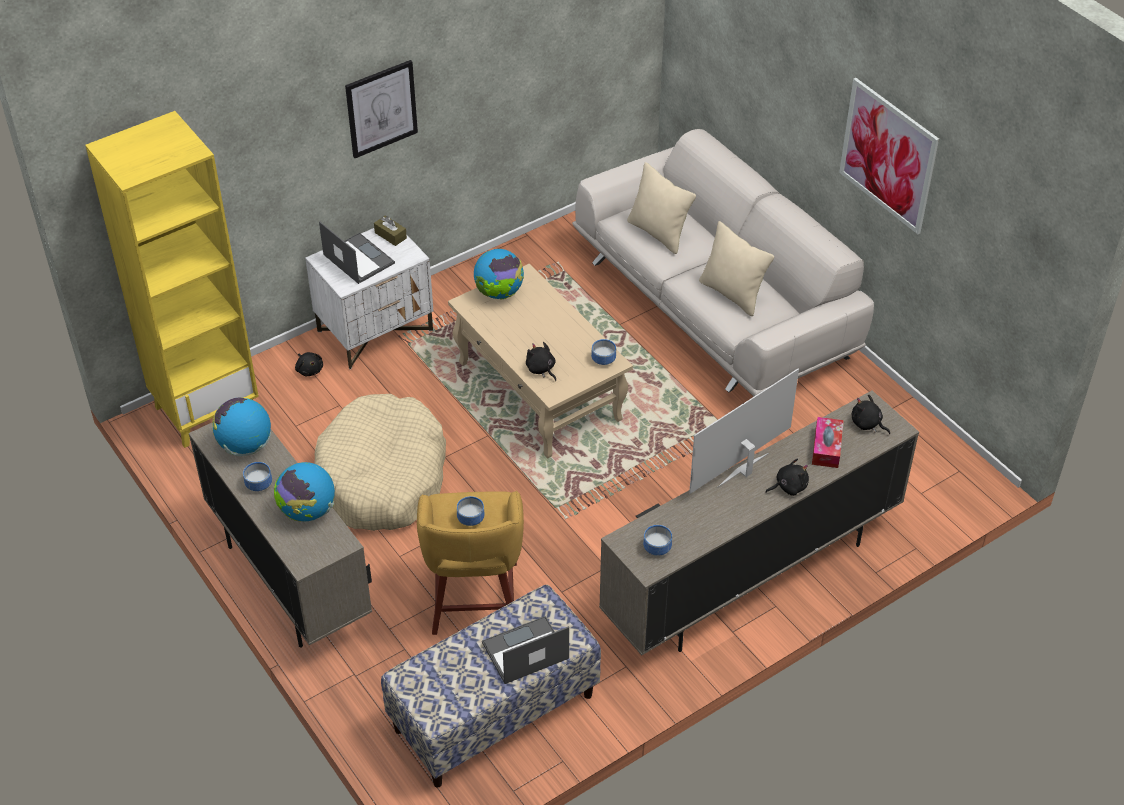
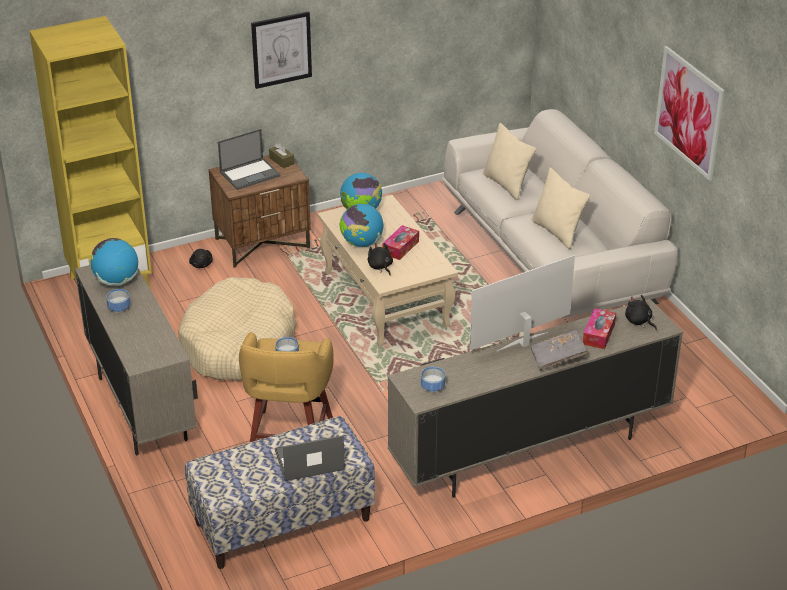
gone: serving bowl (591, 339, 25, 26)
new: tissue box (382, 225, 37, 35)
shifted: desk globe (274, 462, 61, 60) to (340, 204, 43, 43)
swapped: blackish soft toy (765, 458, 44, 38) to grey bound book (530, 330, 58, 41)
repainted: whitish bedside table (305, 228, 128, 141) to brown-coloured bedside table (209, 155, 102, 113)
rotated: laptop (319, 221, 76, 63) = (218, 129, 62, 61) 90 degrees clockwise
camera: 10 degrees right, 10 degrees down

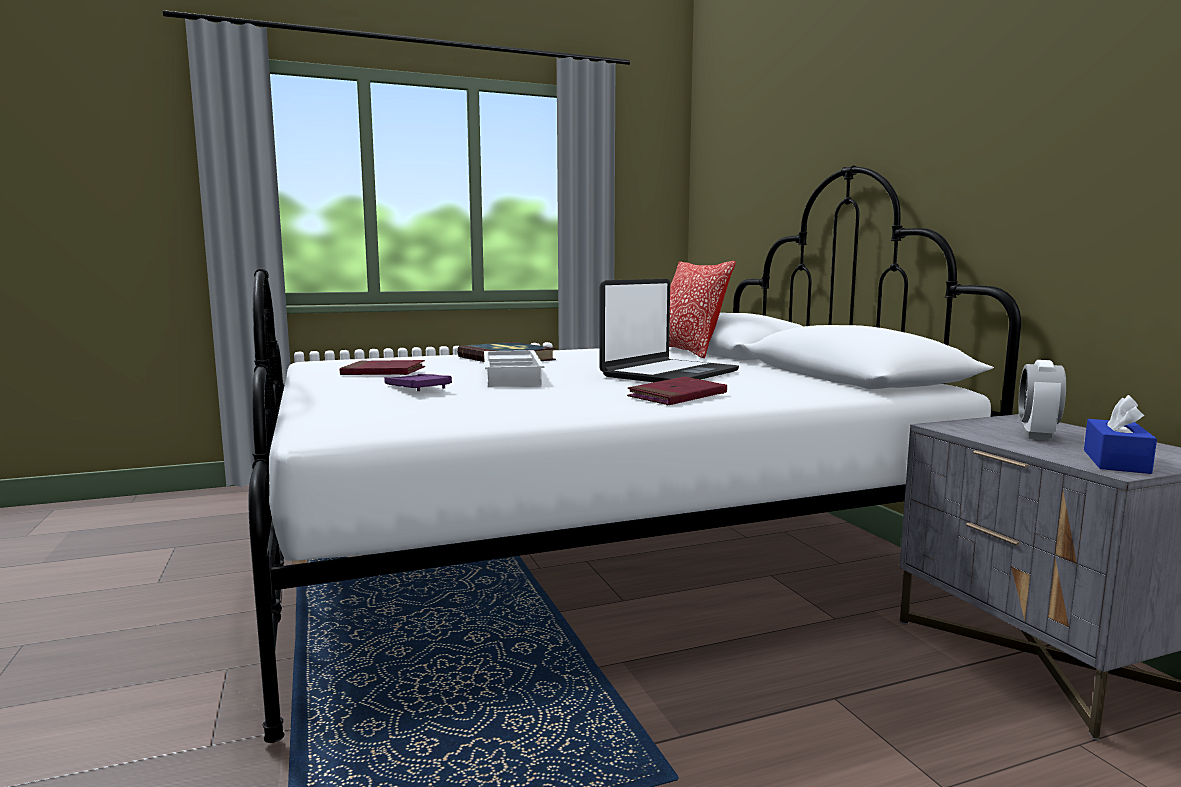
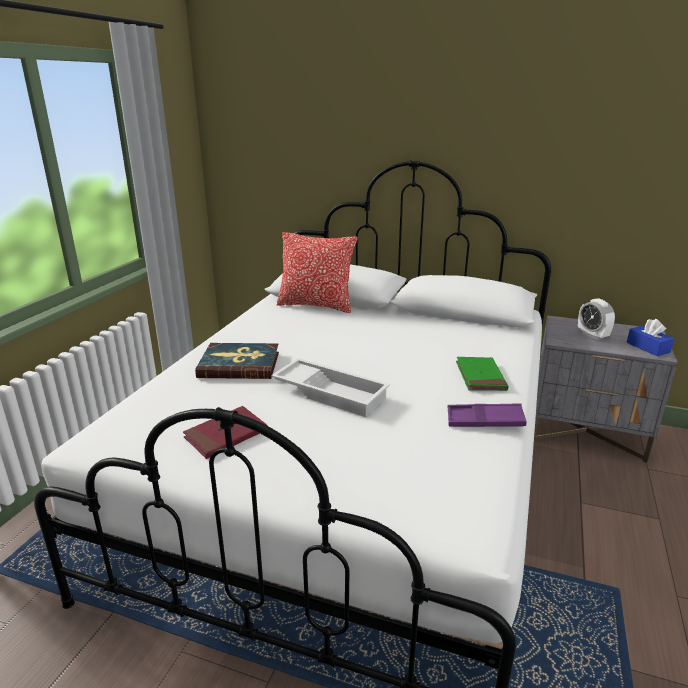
gone: laptop (599, 279, 140, 103)
shifted: purple-coloured serving tray (384, 374, 68, 17) to (447, 403, 80, 24)
repainted: reddish bound book (627, 377, 100, 28) to green-coloured bound book (456, 357, 53, 34)
camera: 50 degrees left, 15 degrees up

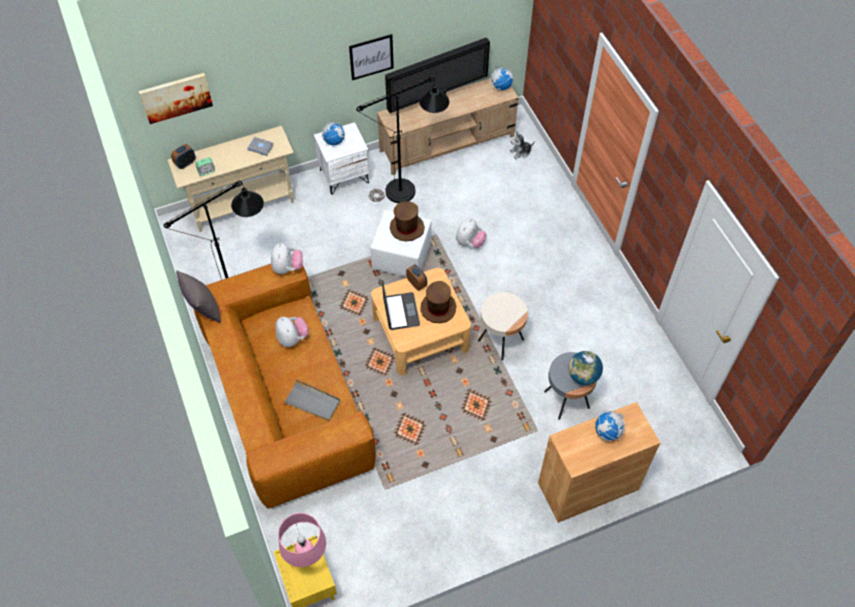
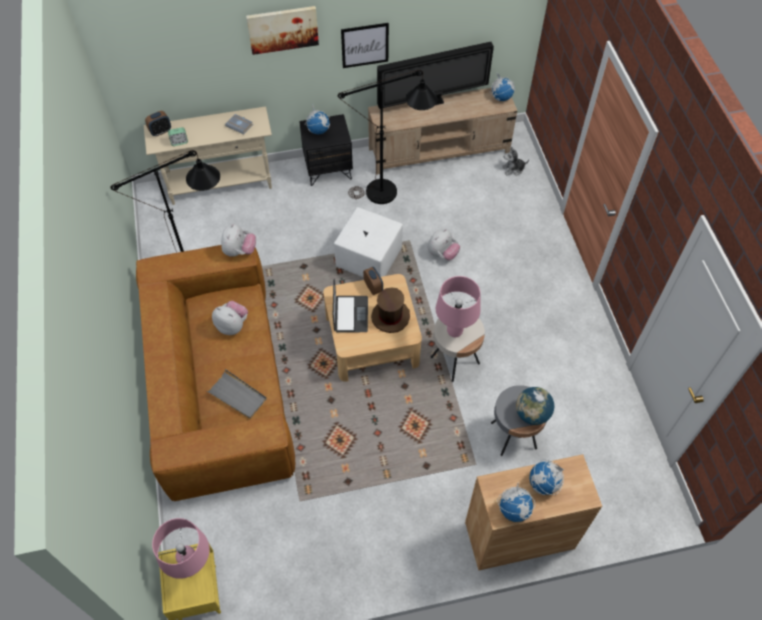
gone: brown-coloured hat (390, 201, 35, 41); grey throw pillow (176, 271, 45, 52)
new: pinkish lamp for a table (436, 276, 44, 61); desk globe (497, 482, 38, 40)
shifted: wall art (139, 73, 74, 51) to (246, 6, 73, 49)
repainted: whitish bedside table (314, 122, 56, 73) to blackish bedside table (299, 114, 54, 72)
rotated: soft toy (275, 317, 34, 30) = (212, 301, 36, 34) 45 degrees counterclockwise
camera: 10 degrees right, 0 degrees up

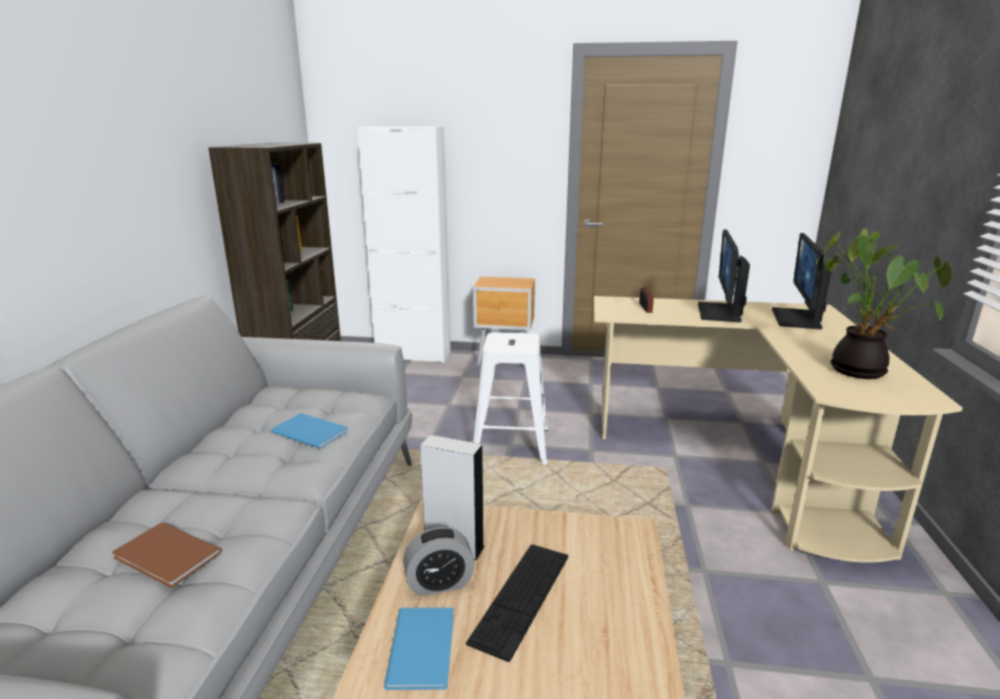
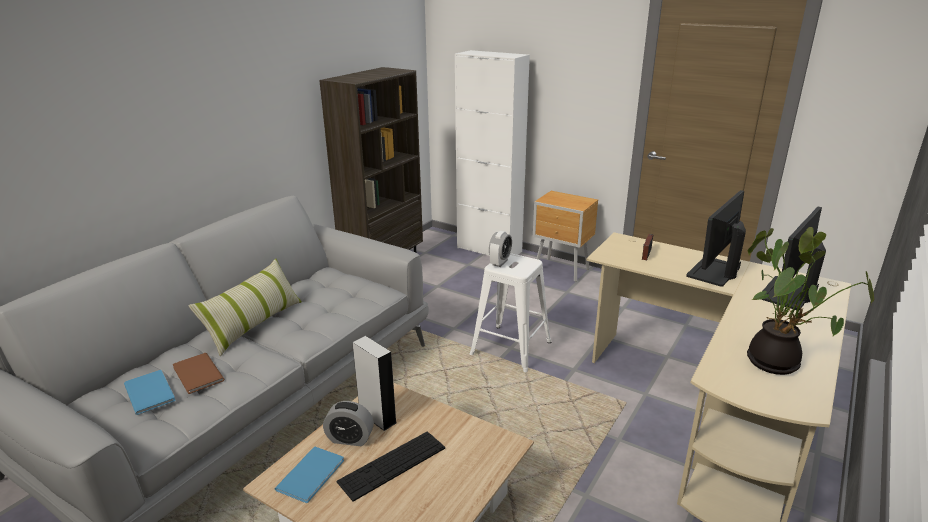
new: alarm clock (489, 231, 23, 36); throw pillow (188, 259, 114, 97)
shifted: blue bound book (271, 413, 77, 36) to (124, 370, 52, 45)
camera: 25 degrees right, 5 degrees up

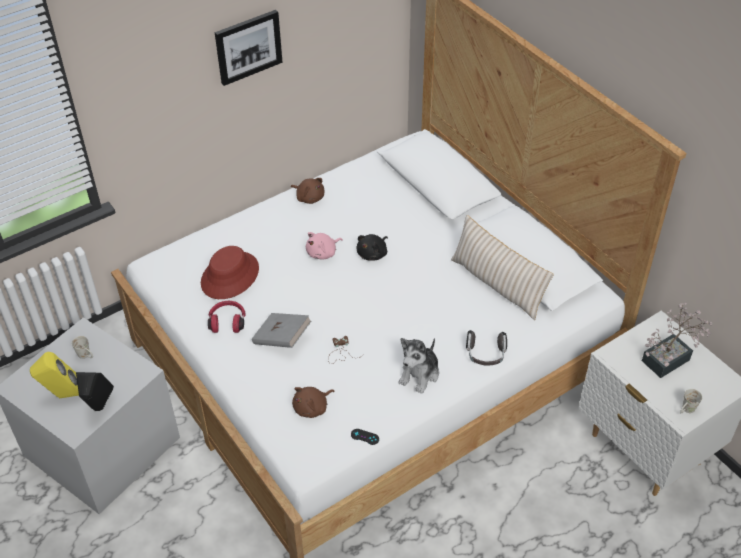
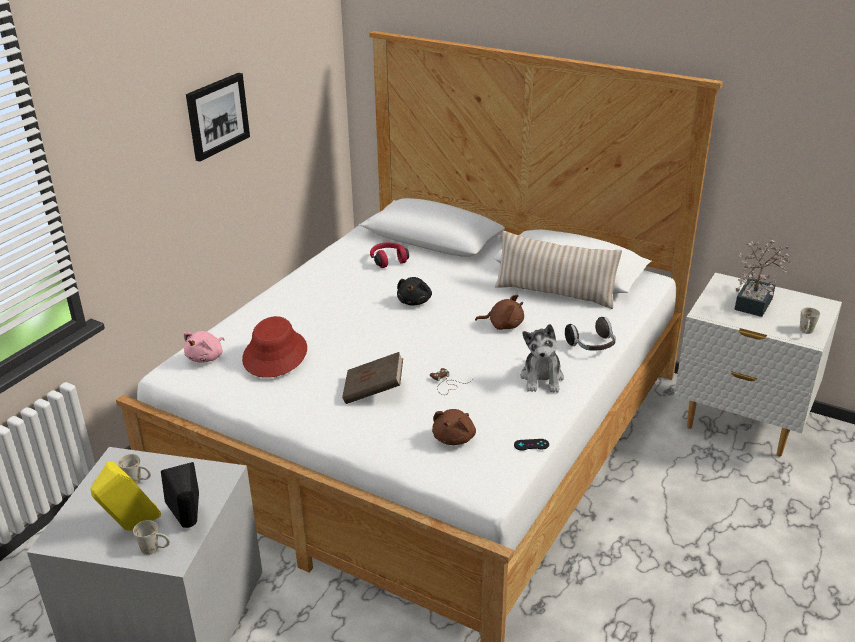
new: whitish tea mug (133, 520, 37, 35)
shifted: brown-coloured soft toy (291, 178, 33, 26) to (475, 295, 49, 35); pinkish soft toy (306, 232, 37, 27) to (184, 331, 41, 31); reddish headphones (208, 301, 38, 32) to (370, 242, 39, 26)
repainted: grey bound book (252, 313, 59, 35) to brown-coloured bound book (342, 352, 61, 52)
camera: 25 degrees left, 15 degrees down

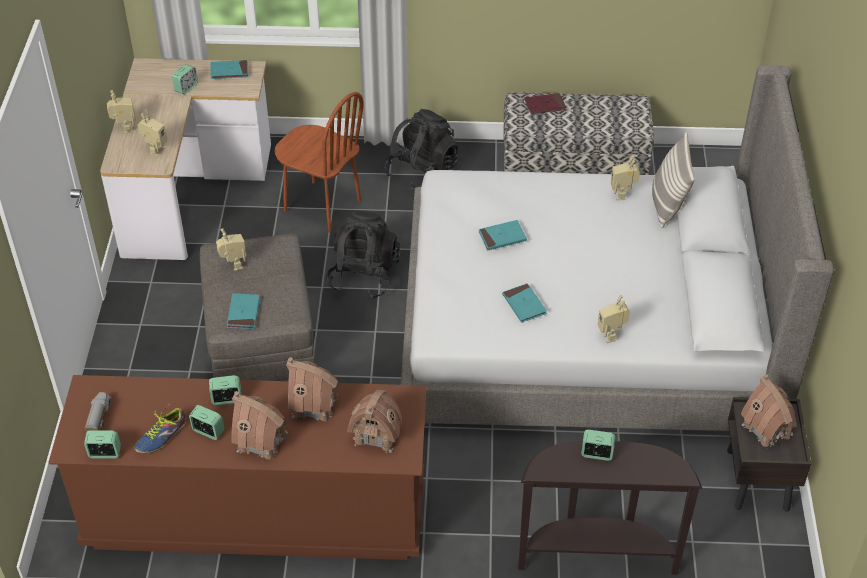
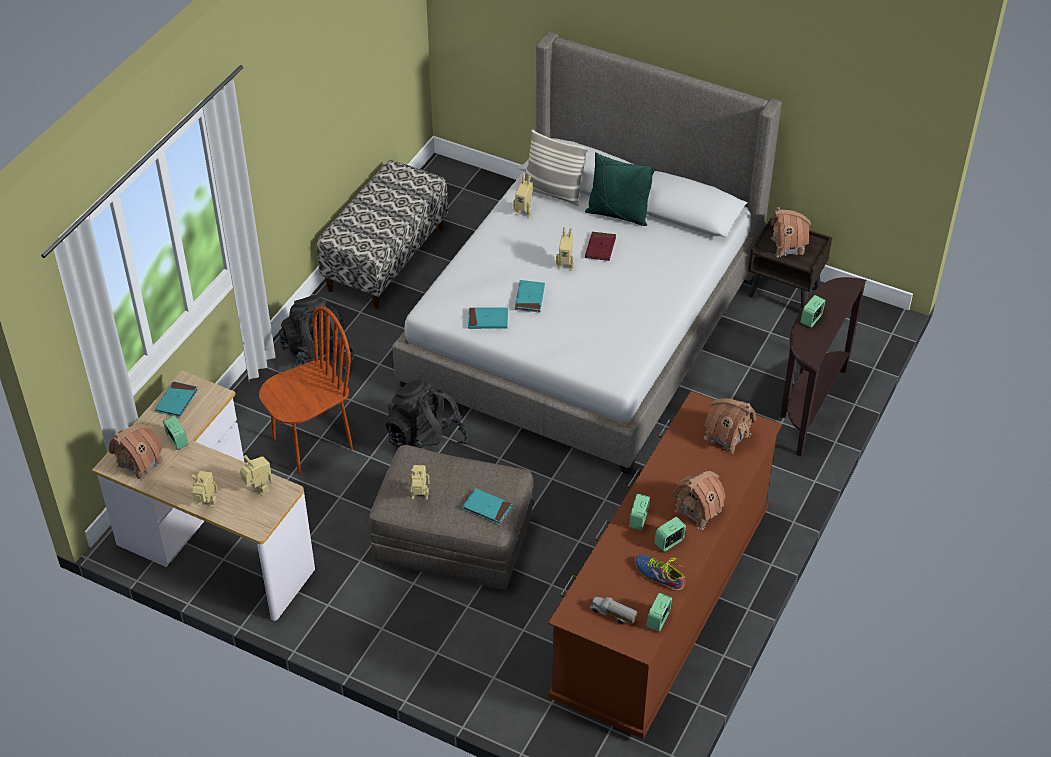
new: green-coloured throw pillow (585, 152, 71, 74)
shifted: reddish bound book (525, 93, 41, 21) to (585, 232, 31, 29); blue-green bound book (502, 283, 45, 40) to (468, 307, 40, 22); robot figure (597, 295, 33, 48) to (556, 227, 18, 44); toy house (286, 357, 53, 64) to (109, 424, 54, 57)
rotated: shoe (134, 405, 52, 49) = (635, 555, 50, 36) 150 degrees clockwise
camera: 65 degrees left, 0 degrees up

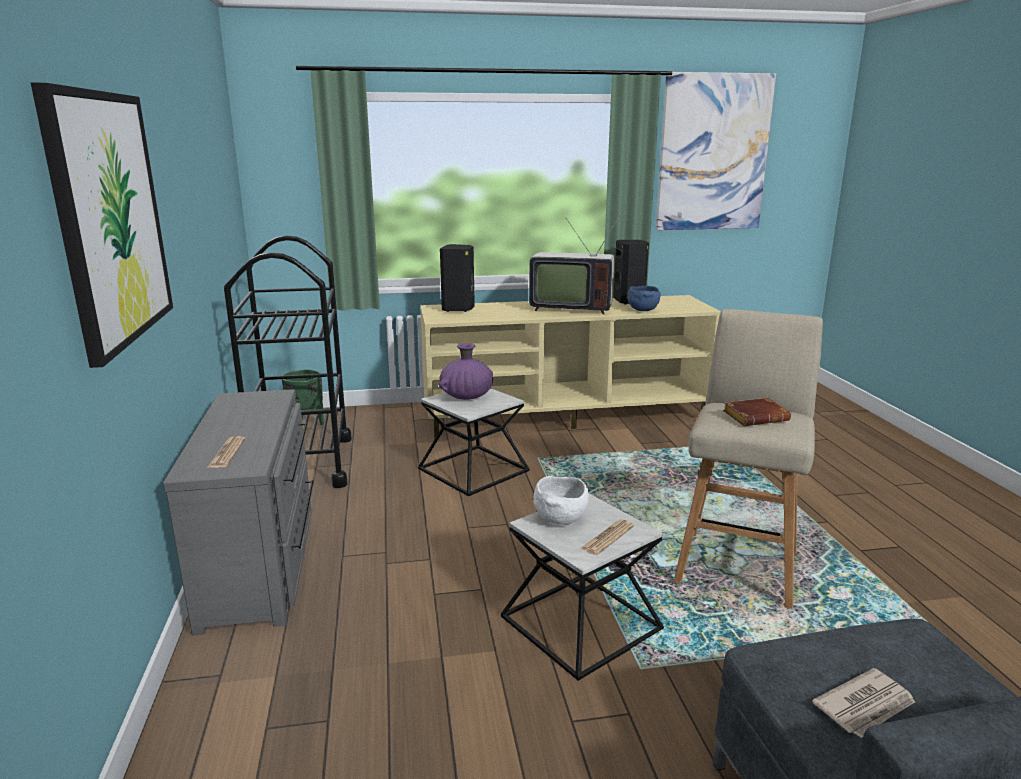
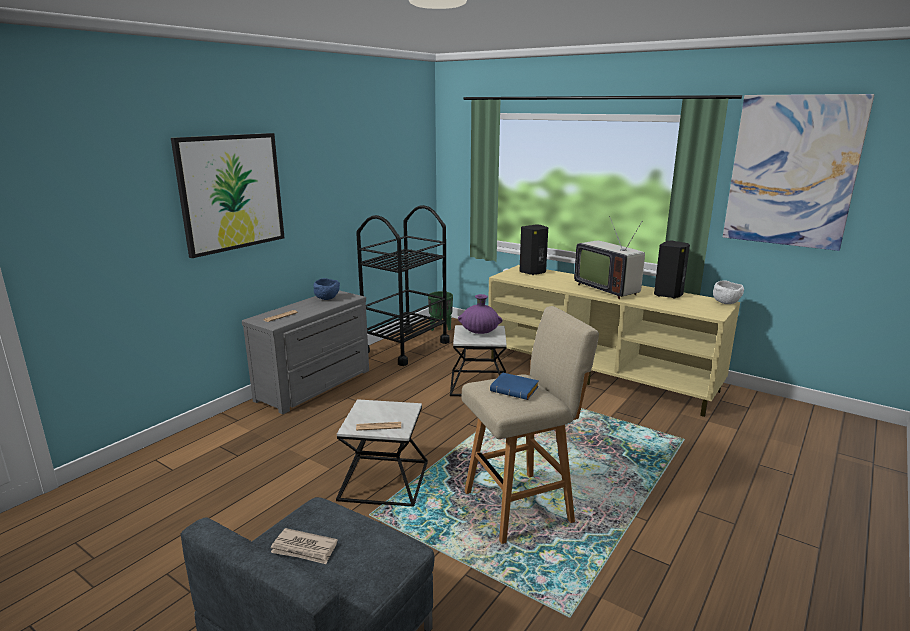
shifted: blue serving bowl (627, 286, 33, 25) to (313, 278, 27, 22); whitish serving bowl (533, 476, 56, 49) to (713, 281, 31, 23)
repainted: brown-coloured bound book (723, 398, 68, 28) to blue bound book (490, 373, 49, 27)
camera: 45 degrees right, 0 degrees up

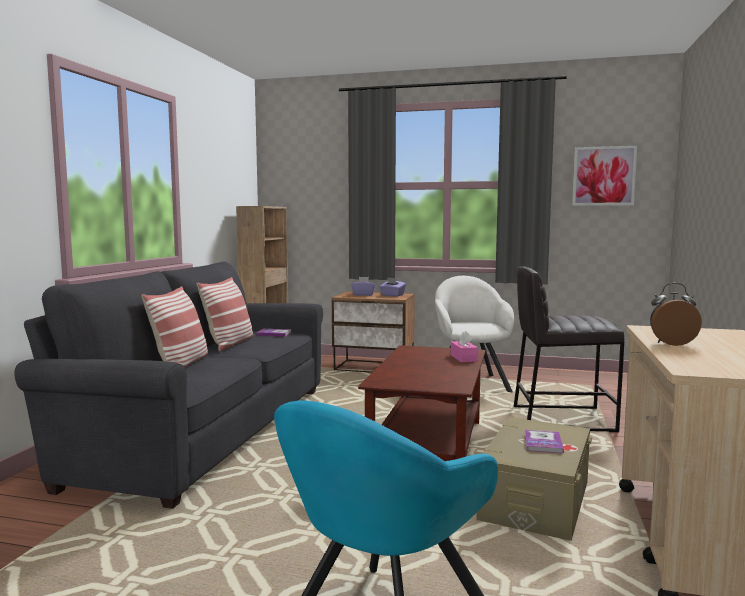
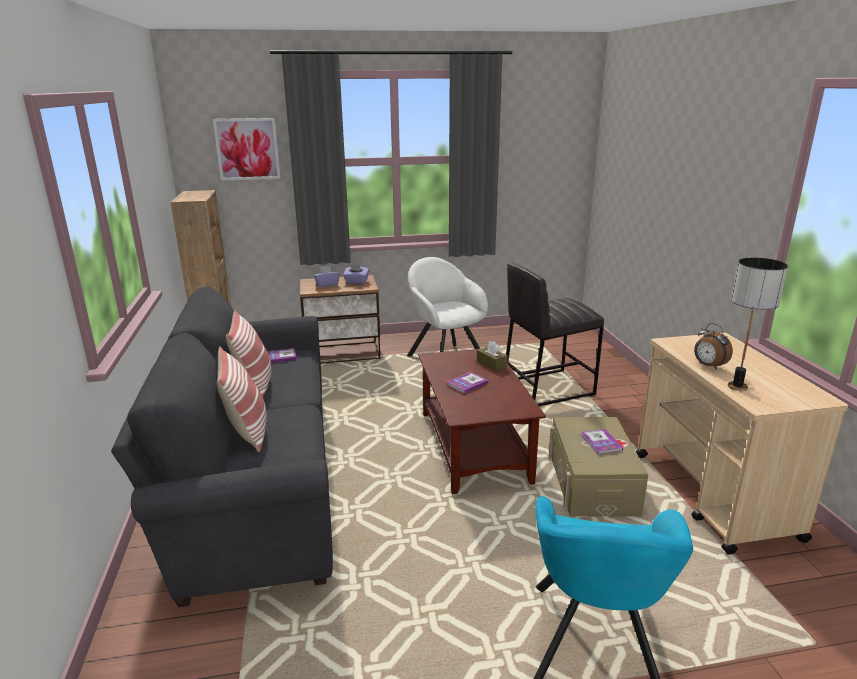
new: lamp for a table (728, 258, 60, 133); bound book (447, 372, 41, 22)
shifted: wall art (572, 146, 65, 60) to (213, 118, 68, 63)
repainted: pinkish tissue box (451, 331, 27, 31) to brown-coloured tissue box (477, 341, 31, 30)
rotated: alarm clock (650, 283, 52, 63) = (694, 323, 39, 47) 105 degrees counterclockwise
camera: 25 degrees left, 15 degrees up

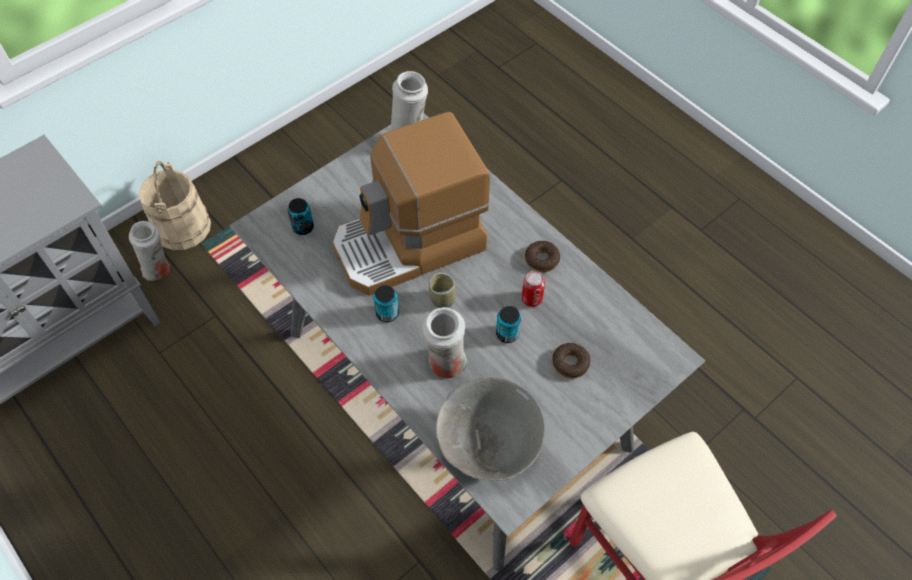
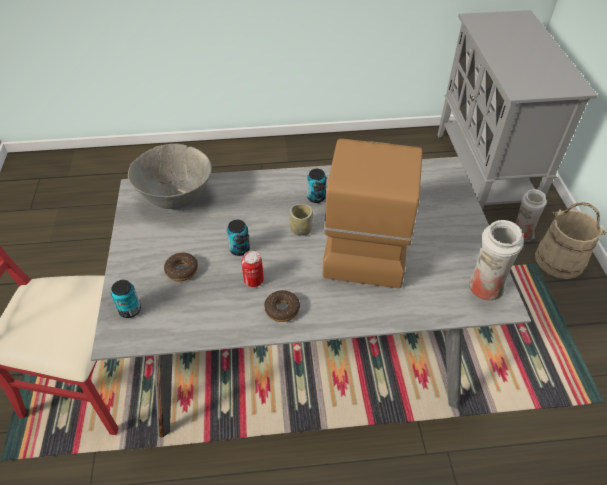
gone: whitish decorative vase (422, 307, 47, 71)
shifted: can (288, 198, 26, 37) to (111, 280, 30, 38)
camera: 125 degrees right, 10 degrees down

